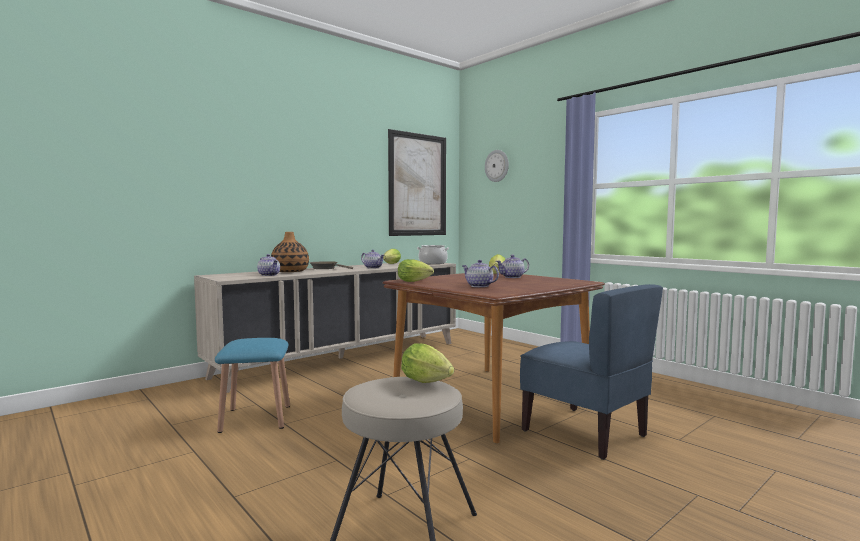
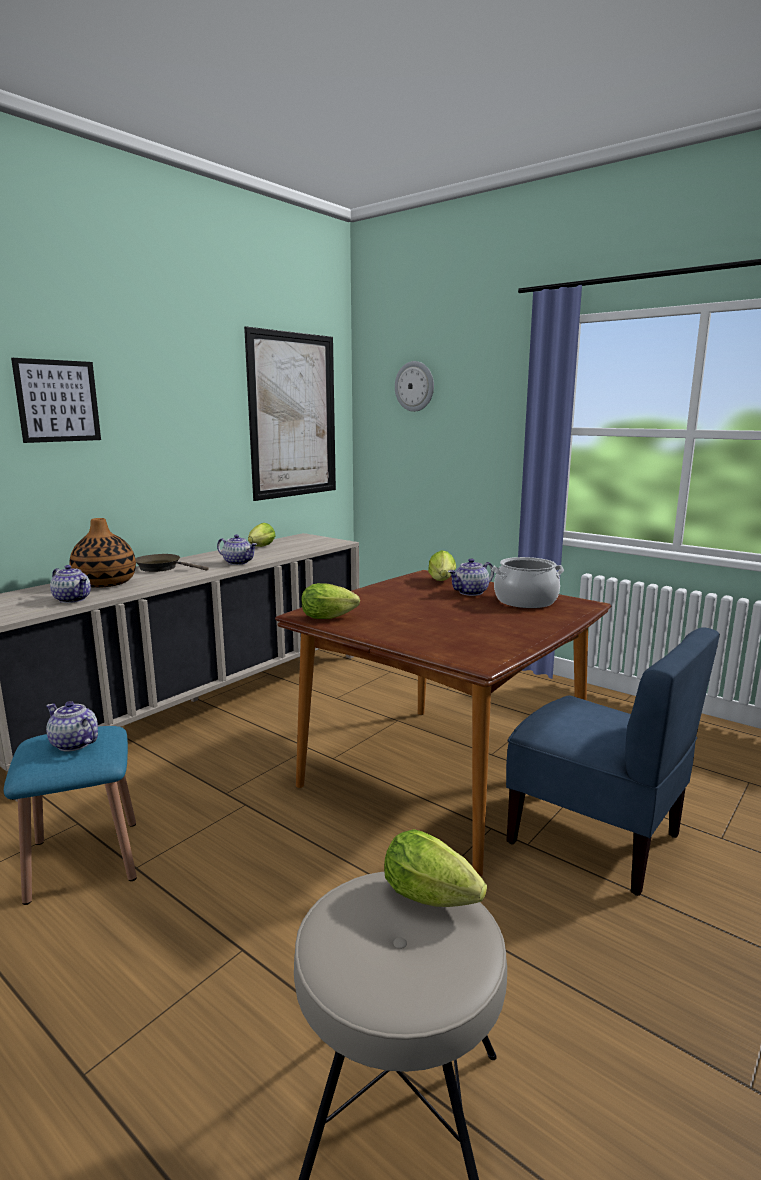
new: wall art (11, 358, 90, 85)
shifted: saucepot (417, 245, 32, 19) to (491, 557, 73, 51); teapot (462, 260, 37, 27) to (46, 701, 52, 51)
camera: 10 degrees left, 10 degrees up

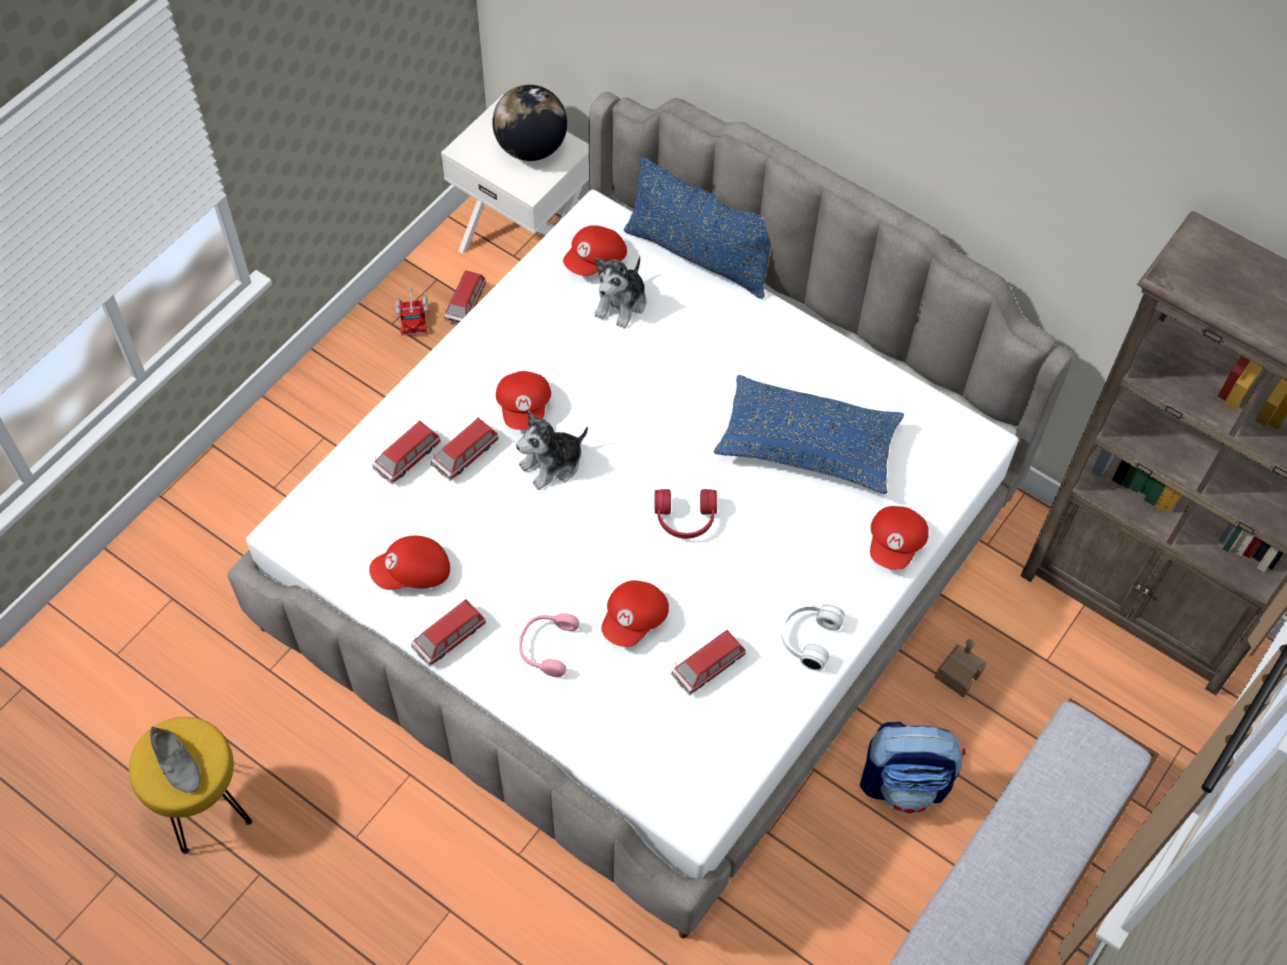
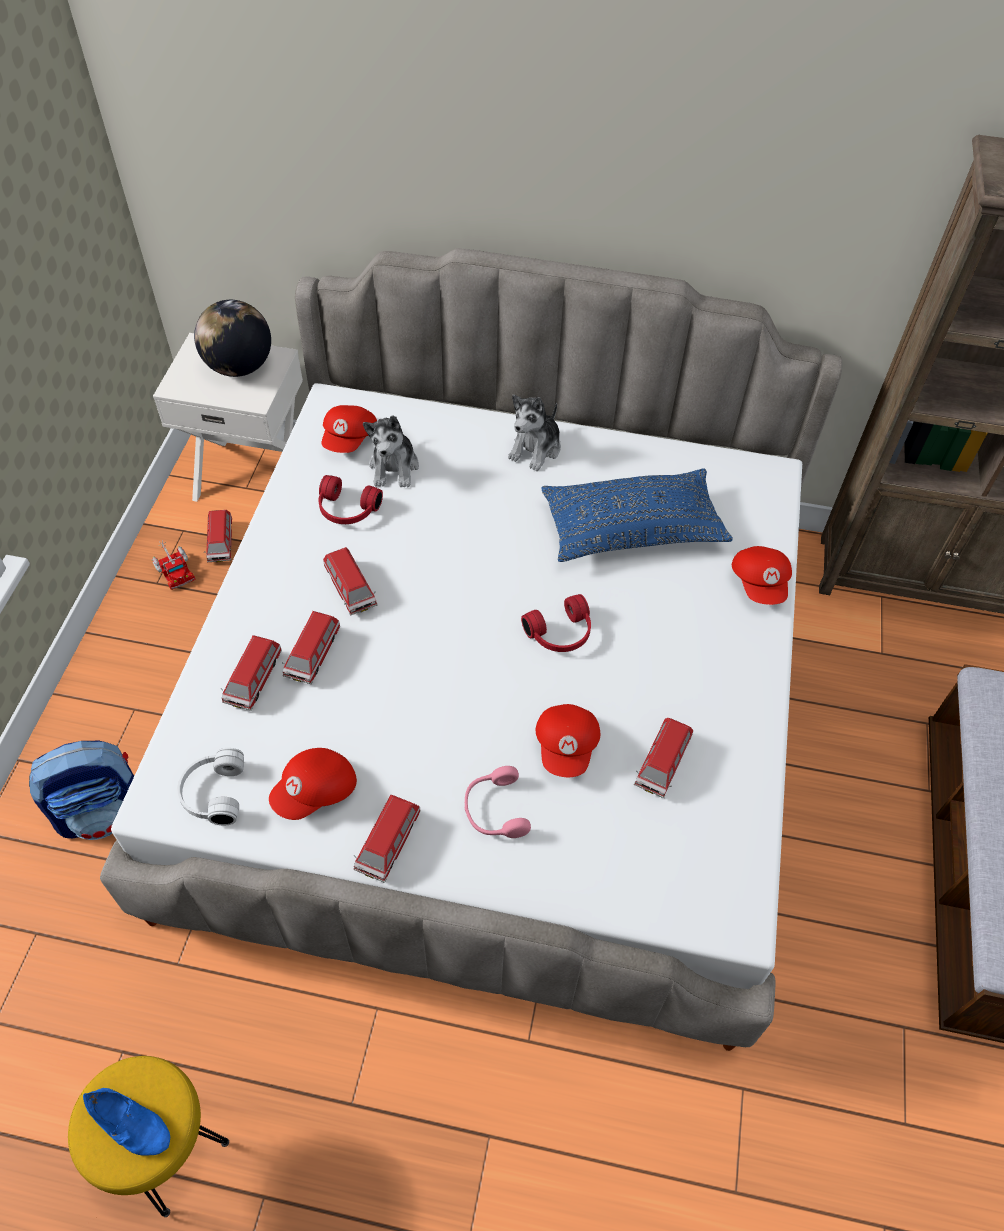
gone: blue throw pillow (624, 157, 147, 142); toy house (935, 639, 51, 59)
new: reddish headphones (319, 475, 64, 49)
shifted: soft toy (516, 411, 72, 79) to (508, 395, 53, 76); whitish headphones (781, 604, 64, 67) to (177, 748, 67, 77); knapsack (860, 722, 106, 91) to (29, 741, 105, 99)
swapped: reddish peaked cap (496, 371, 55, 59) to toy car (323, 547, 55, 69)
repainted: grey shoe (150, 727, 51, 66) to blue shoe (83, 1088, 87, 68)
camera: 25 degrees left, 5 degrees down

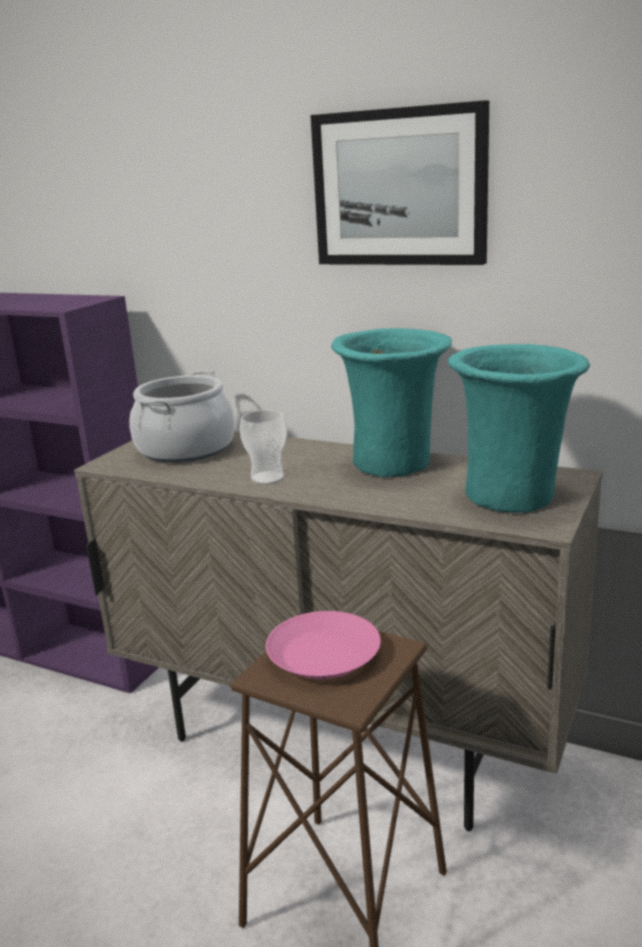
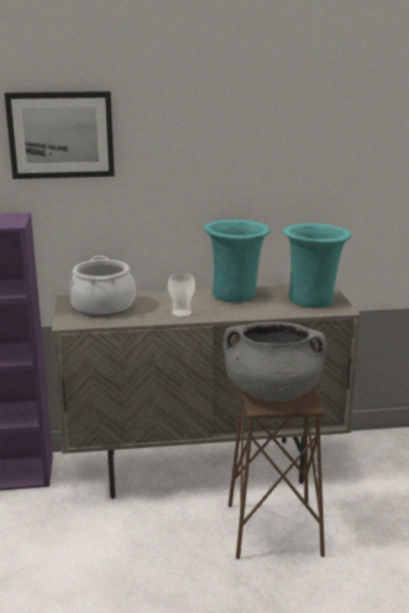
shifted: wall art (311, 100, 178, 165) to (4, 91, 110, 88)
swapped: pinkish dinner plate (266, 611, 115, 68) to grey saucepot (223, 322, 103, 80)
camera: 35 degrees left, 0 degrees up

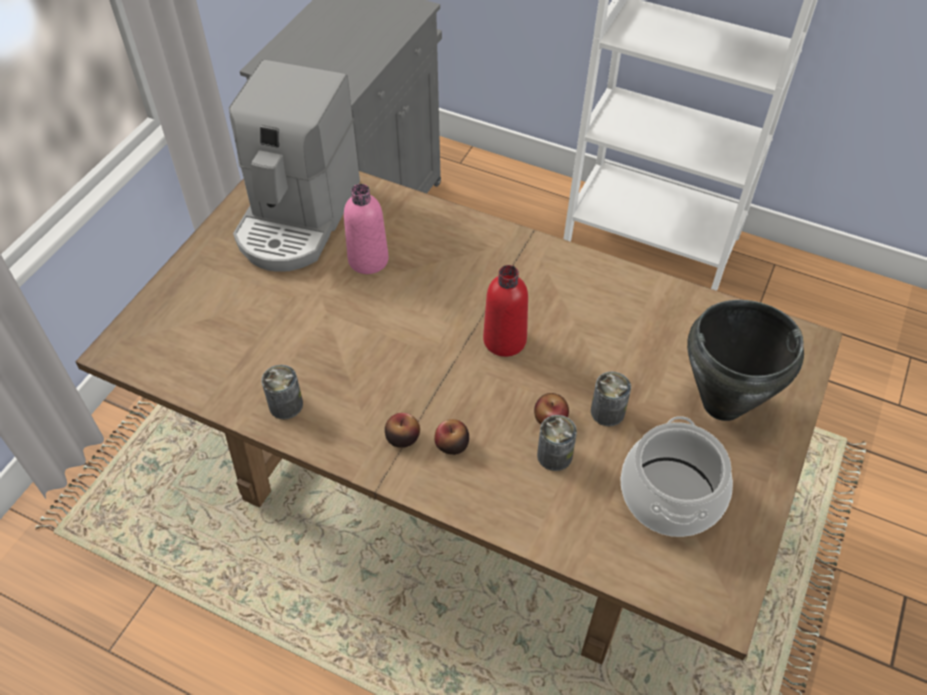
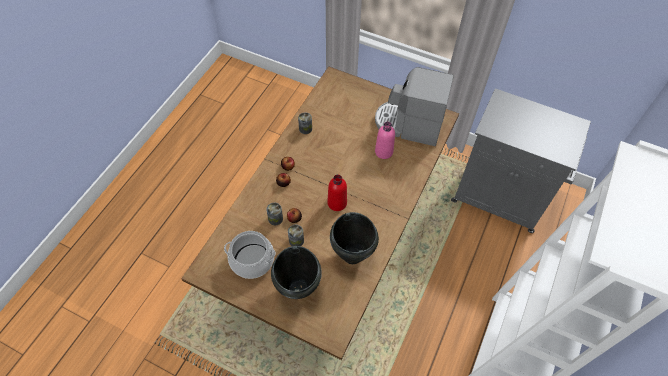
new: blackish saucepot (330, 212, 49, 52)
camera: 90 degrees right, 5 degrees up

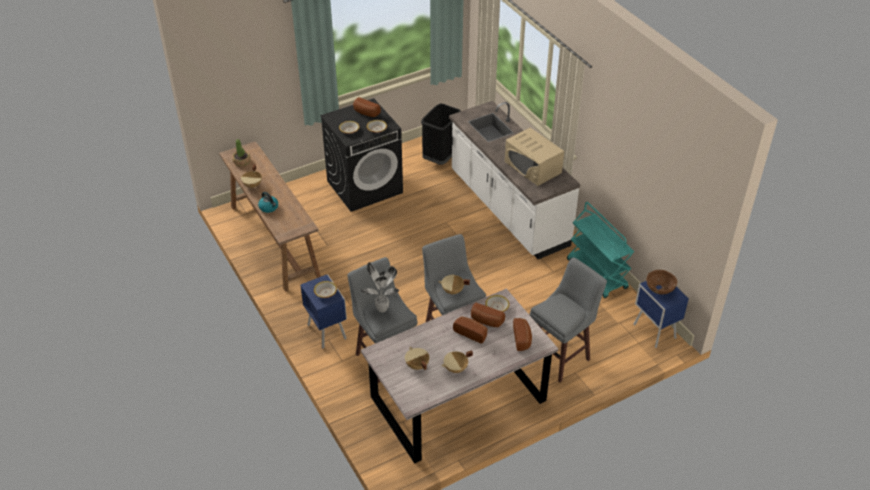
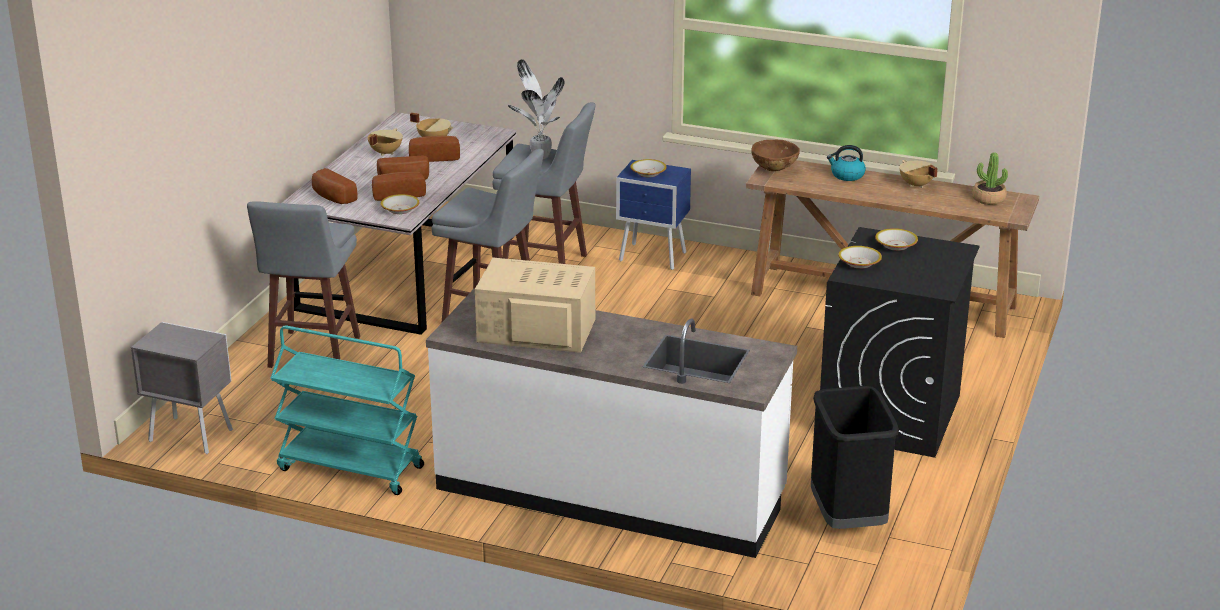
gone: beige-coloured saucepot (438, 275, 32, 20)
shifted: baked bread (353, 97, 28, 20) to (409, 136, 51, 26); brown-coloured serving bowl (646, 270, 31, 25) to (752, 140, 48, 31)
repainted: blue bedside table (633, 281, 56, 67) to grey bedside table (131, 322, 102, 132)
camera: 140 degrees right, 15 degrees down

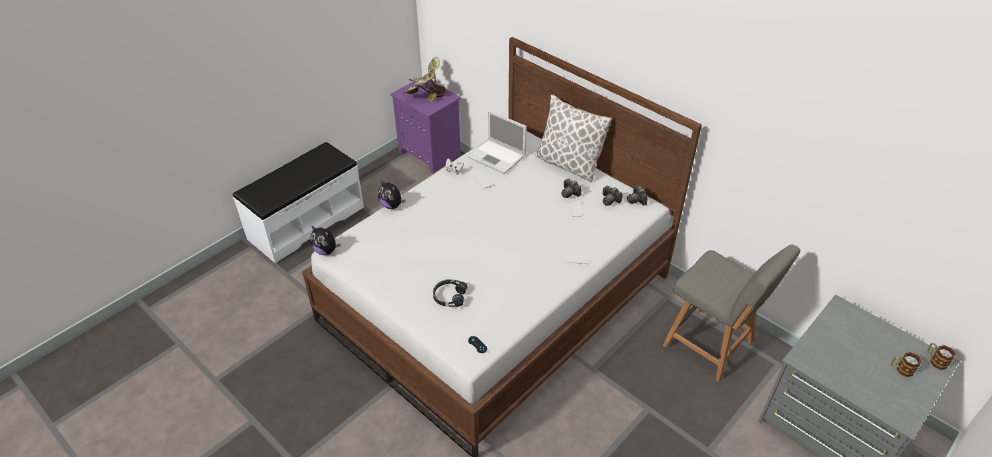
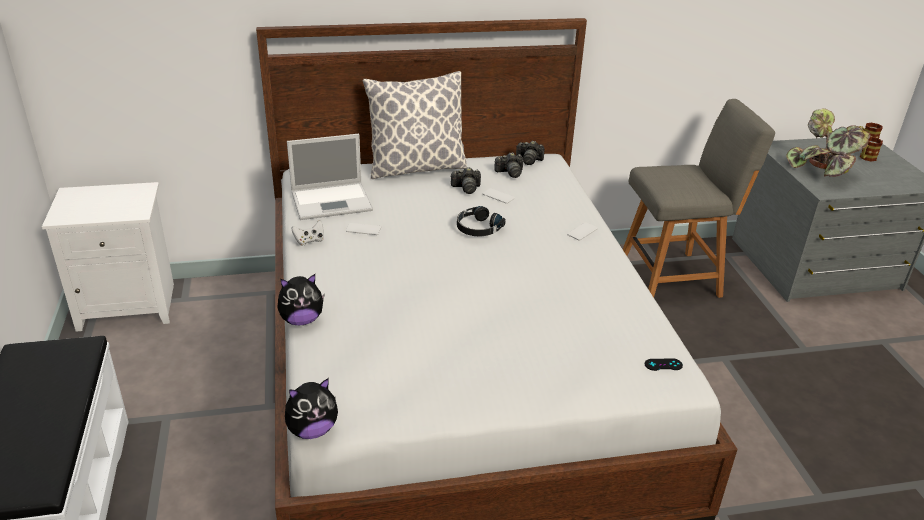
shifted: houseplant (403, 57, 44, 45) to (786, 108, 85, 69); blackish headphones (433, 279, 34, 28) to (457, 206, 49, 30)
repainted: purple-coloured bedside table (390, 80, 71, 94) to whitish bedside table (42, 182, 132, 150)
camera: 55 degrees left, 10 degrees down

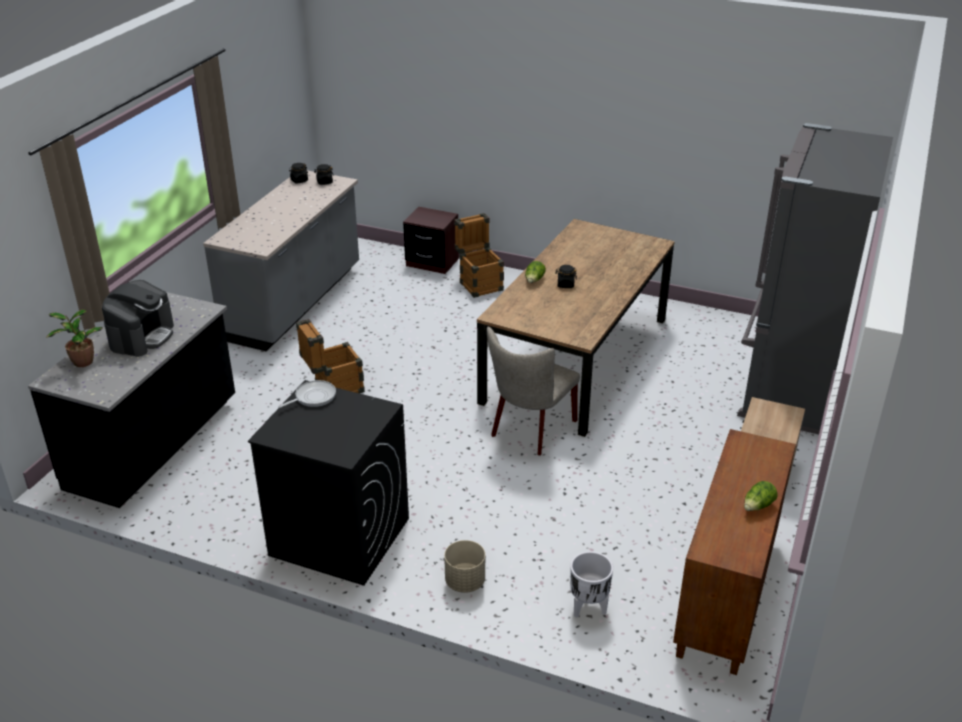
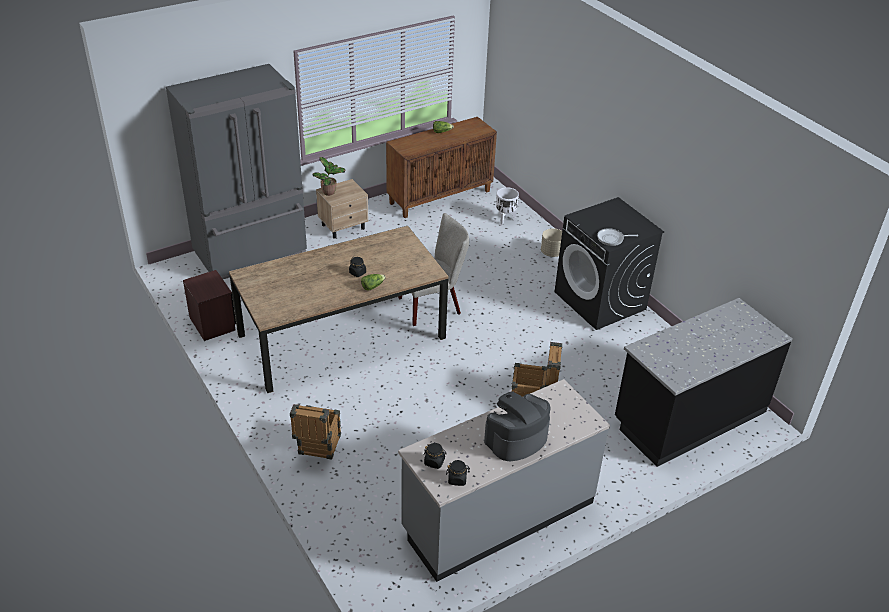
shifted: brown-coloured bedside table (403, 207, 56, 67) to (183, 270, 53, 71); coffee maker (102, 280, 72, 77) to (484, 392, 67, 69); houseplant (46, 309, 57, 58) to (313, 157, 33, 39)
camera: 145 degrees left, 5 degrees up

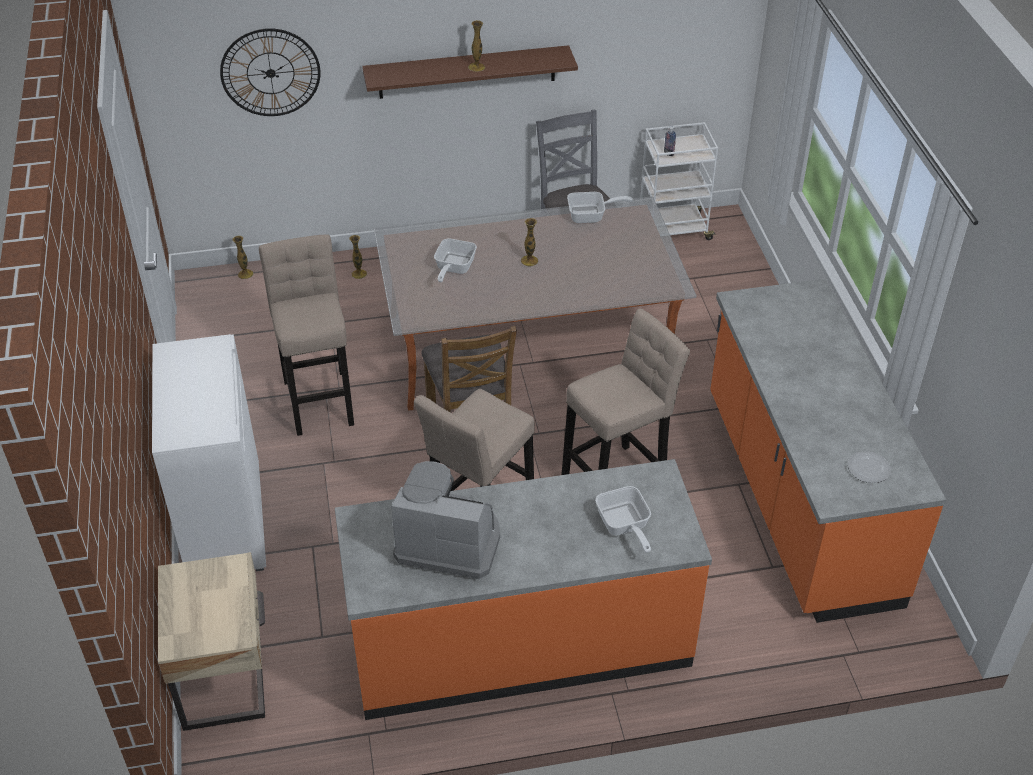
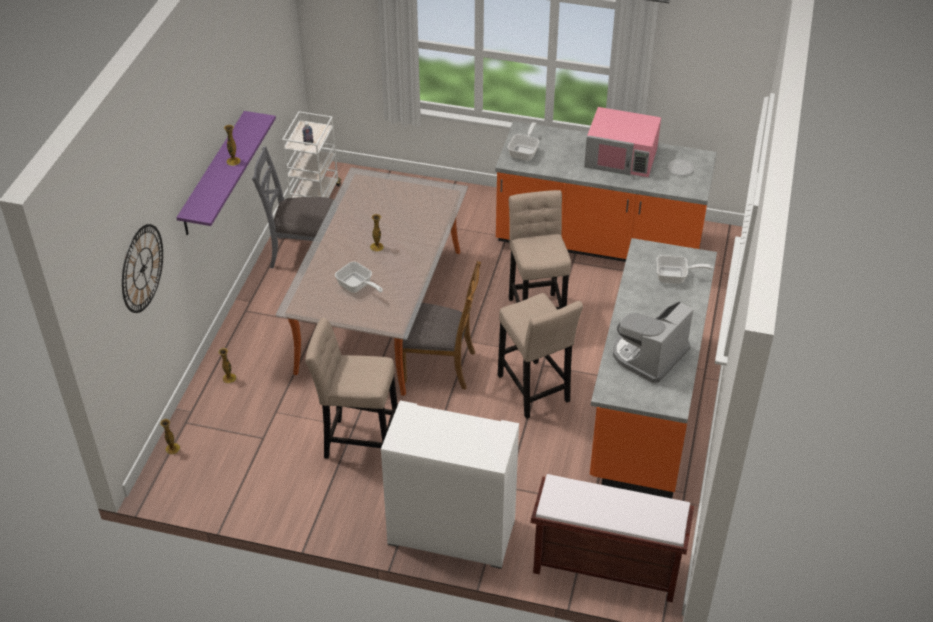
new: pinkish kitchen microwave (584, 107, 77, 70)
shifted: skillet (567, 192, 66, 31) to (508, 122, 32, 39)
swapped: beige-coloured bedside table (158, 552, 107, 179) to brown-coloured bench (531, 474, 163, 128)
repainted: brown-coloured shelf (362, 45, 216, 54) to purple-coloured shelf (176, 111, 100, 124)
camera: 65 degrees left, 0 degrees up

